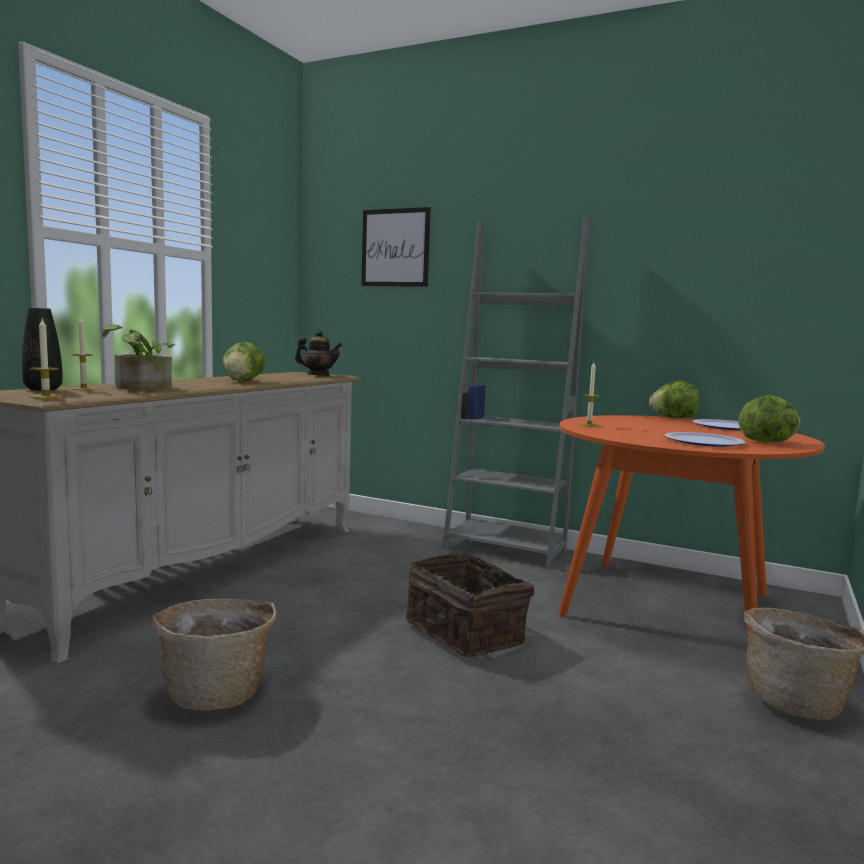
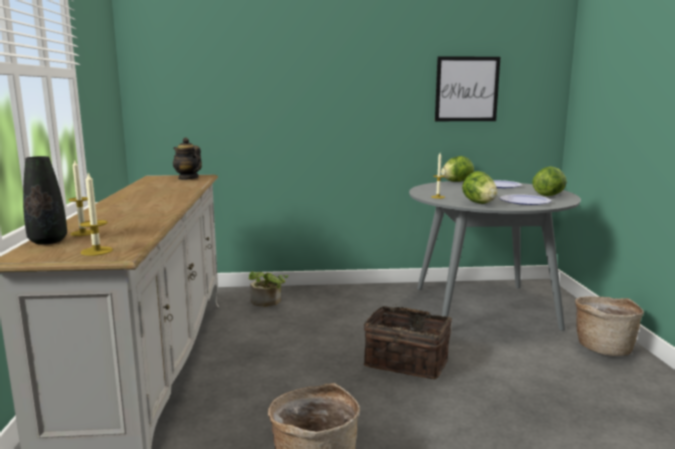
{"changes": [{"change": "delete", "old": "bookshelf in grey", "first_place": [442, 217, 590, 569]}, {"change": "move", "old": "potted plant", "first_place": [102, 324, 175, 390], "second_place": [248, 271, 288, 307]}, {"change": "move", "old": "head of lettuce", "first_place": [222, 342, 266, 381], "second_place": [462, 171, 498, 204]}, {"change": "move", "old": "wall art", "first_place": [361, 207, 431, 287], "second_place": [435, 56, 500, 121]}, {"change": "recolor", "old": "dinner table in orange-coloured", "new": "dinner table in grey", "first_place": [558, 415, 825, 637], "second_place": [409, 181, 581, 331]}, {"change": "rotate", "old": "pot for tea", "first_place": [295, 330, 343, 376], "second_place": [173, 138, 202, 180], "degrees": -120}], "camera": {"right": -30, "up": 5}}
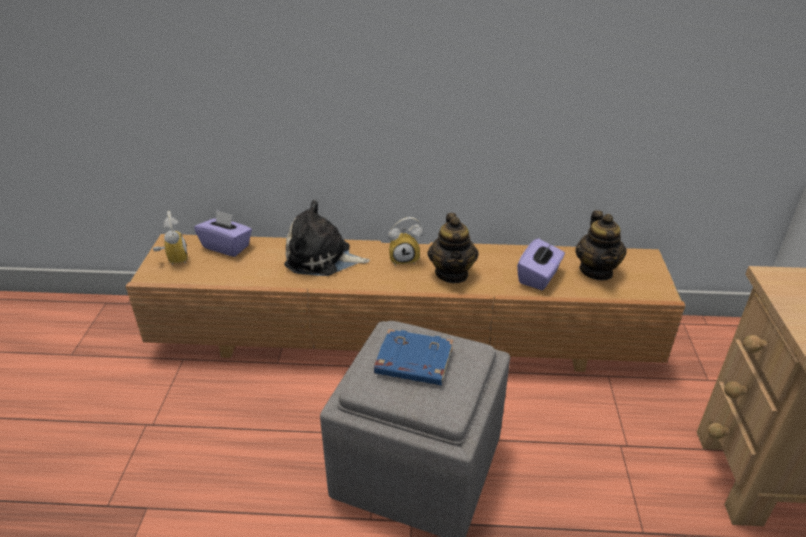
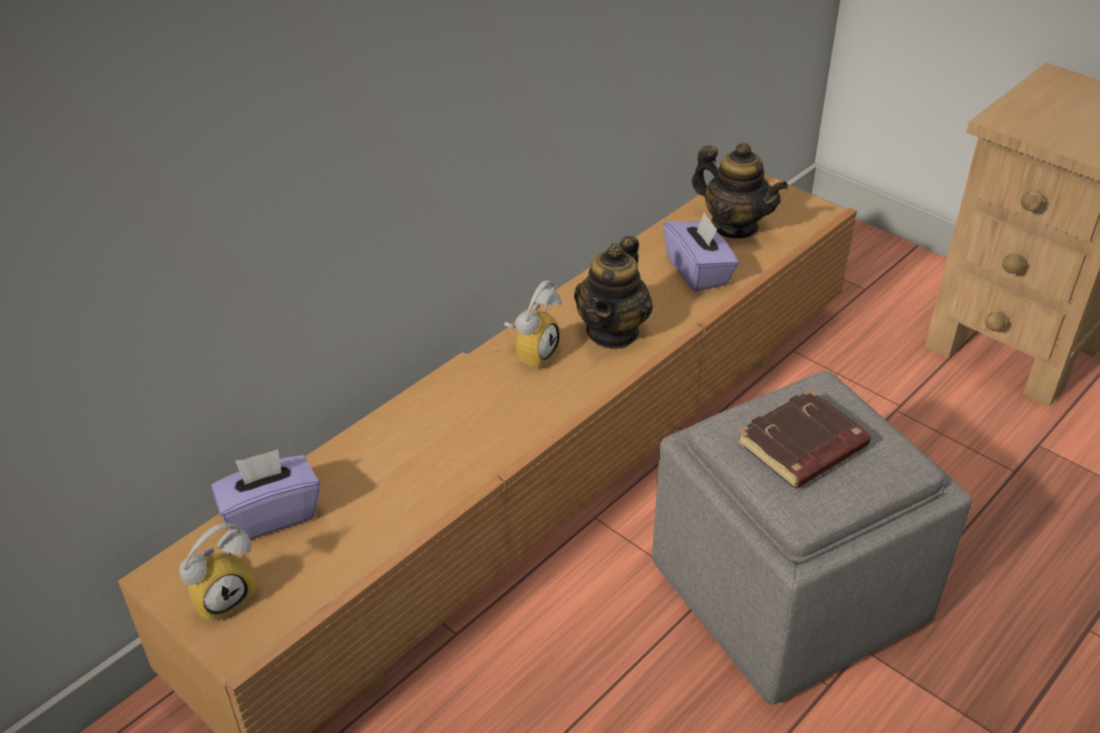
{"changes": [{"change": "delete", "old": "plush toy", "first_place": [284, 200, 370, 276]}, {"change": "recolor", "old": "bound book in blue", "new": "bound book in brown", "first_place": [374, 329, 453, 386], "second_place": [737, 389, 871, 489]}, {"change": "rotate", "old": "table clock", "first_place": [153, 211, 188, 265], "second_place": [179, 523, 256, 622], "degrees": 120}, {"change": "rotate", "old": "pot for tea", "first_place": [427, 213, 479, 283], "second_place": [574, 236, 653, 349], "degrees": 75}], "camera": {"right": -50, "up": 5}}
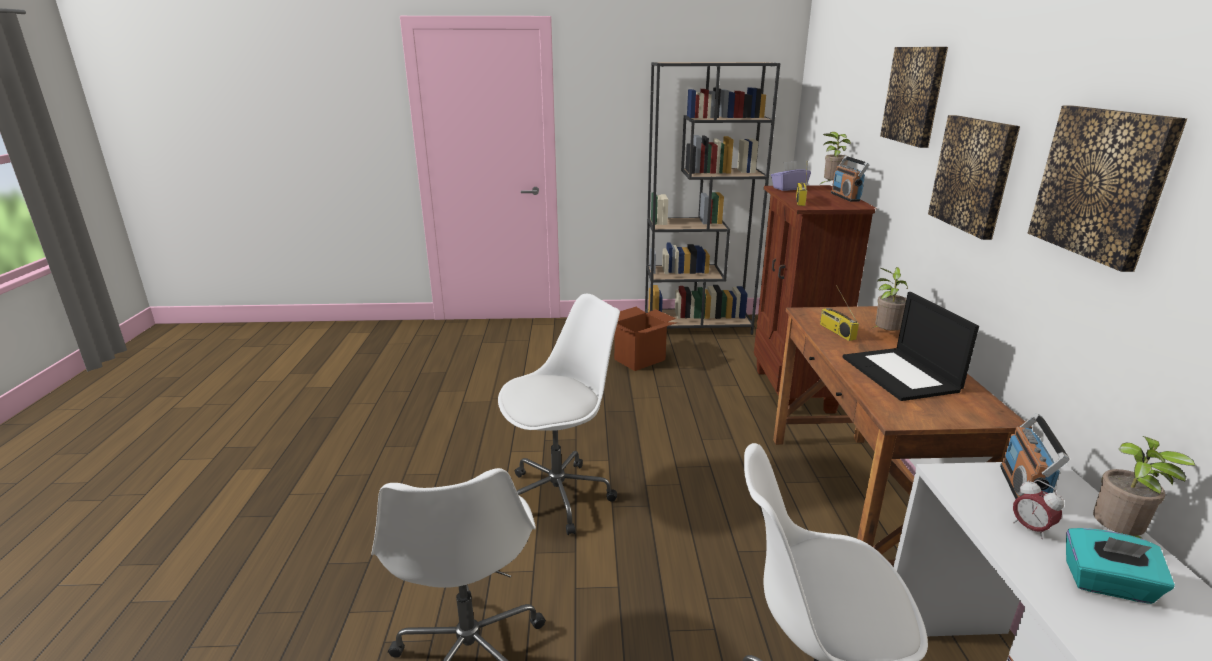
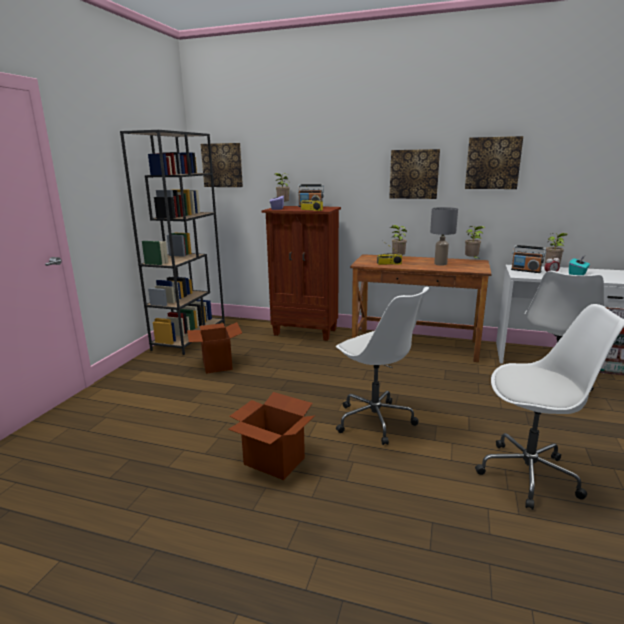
{"changes": [{"change": "insert", "new": "carton", "second_place": [228, 392, 315, 480]}, {"change": "insert", "new": "potted plant", "second_place": [465, 226, 485, 259]}, {"change": "move", "old": "wall art", "first_place": [880, 47, 948, 148], "second_place": [201, 143, 243, 187]}, {"change": "replace", "old": "notebook computer", "new": "lamp for a table in grey", "first_place": [843, 292, 979, 401], "second_place": [430, 207, 458, 266]}, {"change": "rotate", "old": "office chair in whitish", "first_place": [498, 294, 620, 535], "second_place": [336, 287, 429, 445], "degrees": 150}], "camera": {"right": -70, "up": -5}}
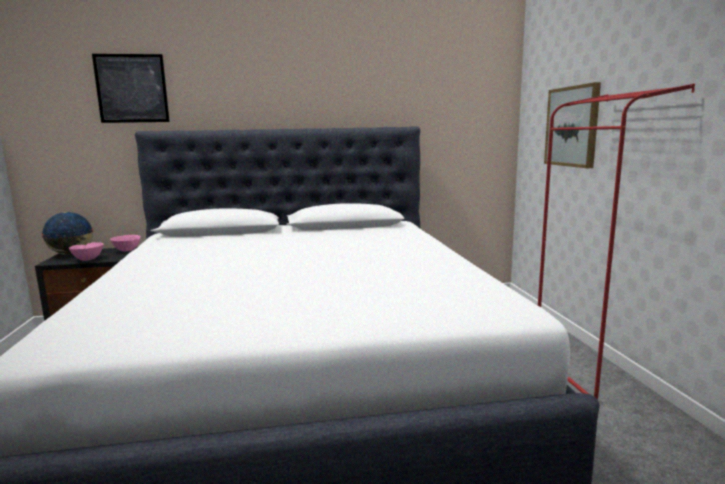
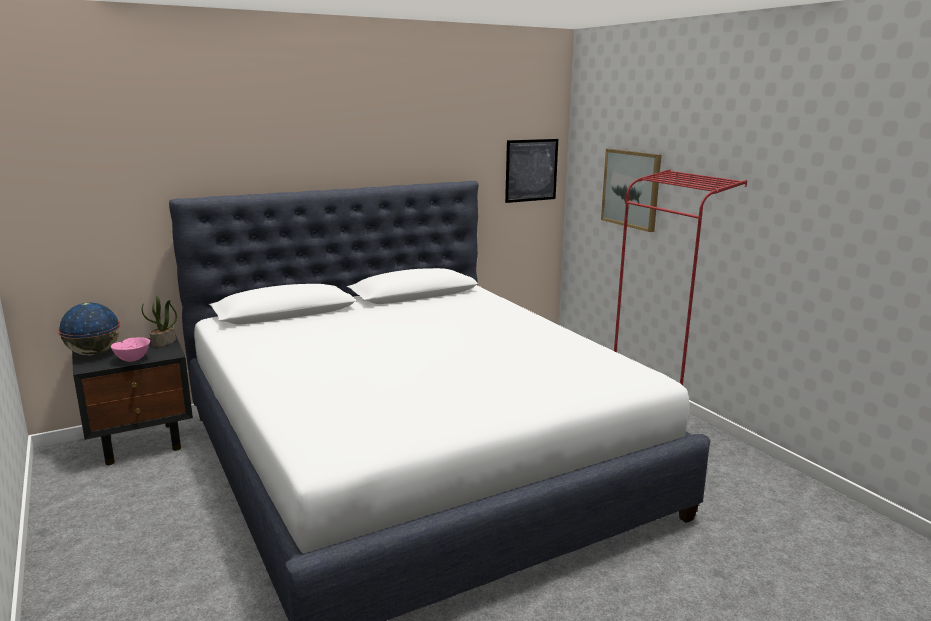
{"changes": [{"change": "move", "old": "wall art", "first_place": [92, 54, 170, 123], "second_place": [505, 139, 558, 203]}, {"change": "replace", "old": "deep dish in pinkish", "new": "potted plant", "first_place": [110, 235, 141, 251], "second_place": [142, 295, 177, 347]}], "camera": {"right": -20, "up": 5}}
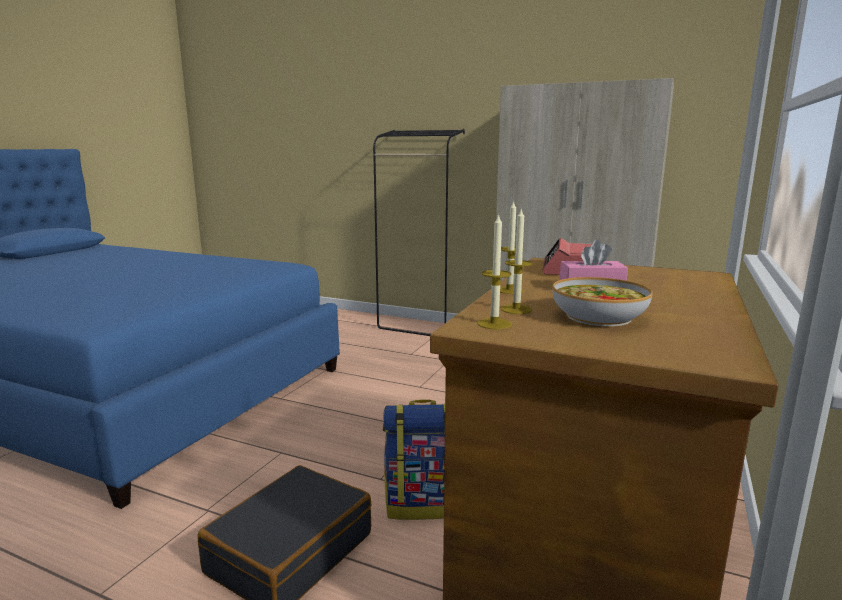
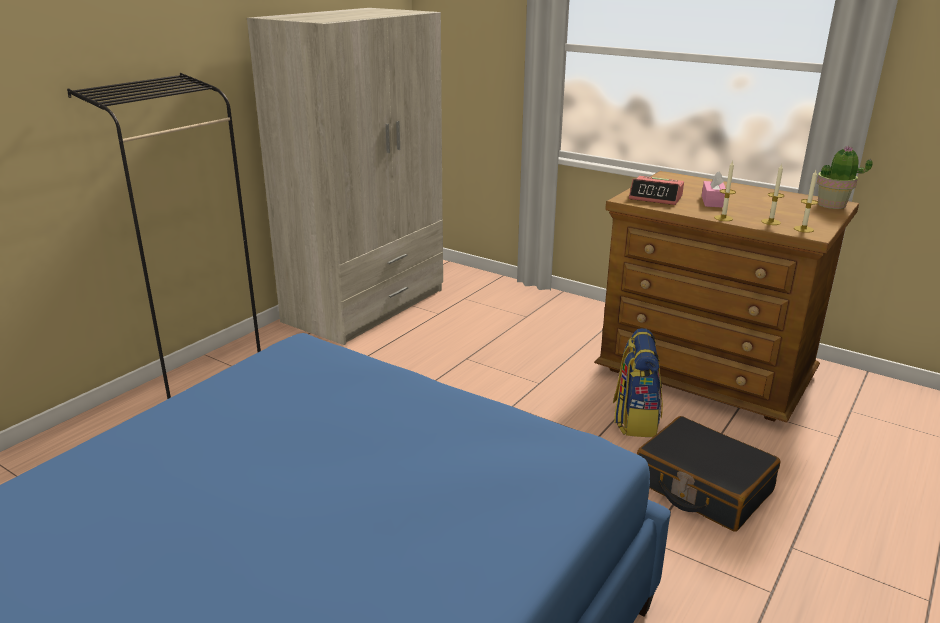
{"changes": [{"change": "delete", "old": "deep dish", "first_place": [552, 277, 652, 327]}, {"change": "insert", "new": "potted plant", "second_place": [817, 146, 873, 209]}], "camera": {"right": -80, "up": 10}}
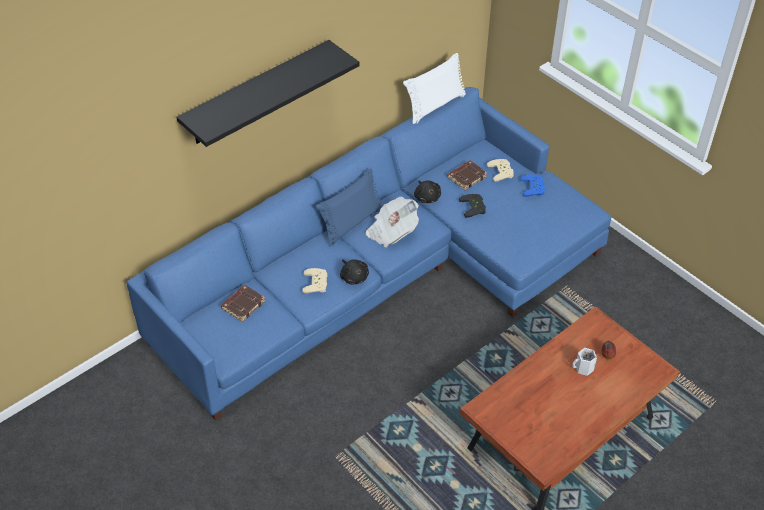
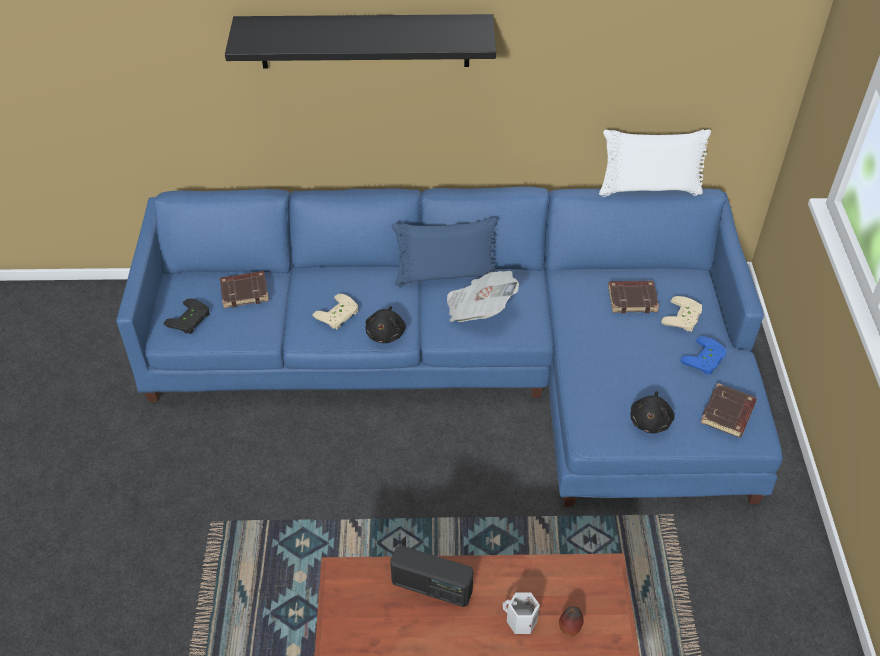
{"changes": [{"change": "insert", "new": "radio receiver", "second_place": [390, 545, 474, 607]}, {"change": "insert", "new": "bound book in brown", "second_place": [700, 383, 757, 437]}, {"change": "move", "old": "plush toy in black-coloured", "first_place": [414, 180, 441, 203], "second_place": [631, 391, 675, 433]}, {"change": "move", "old": "joypad in black-coloured", "first_place": [459, 194, 486, 218], "second_place": [164, 298, 210, 334]}], "camera": {"right": 40, "up": 0}}
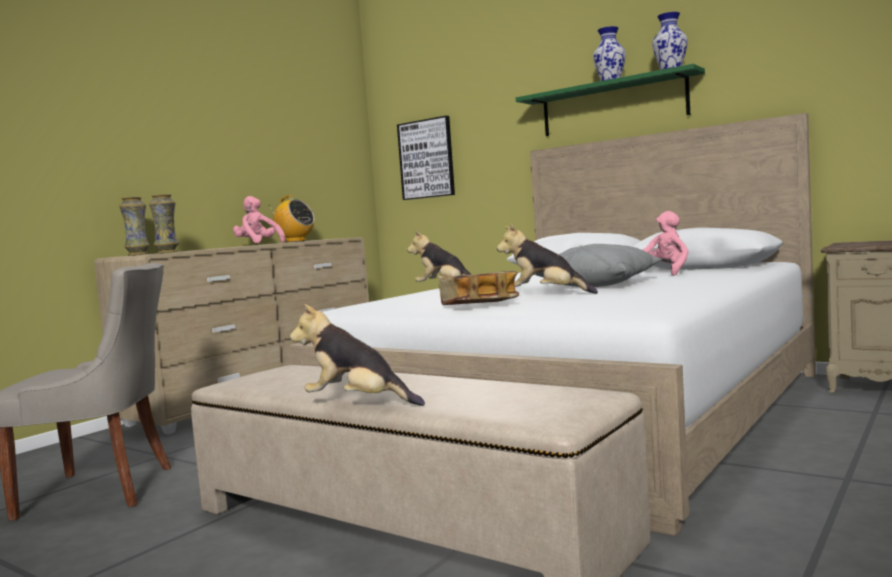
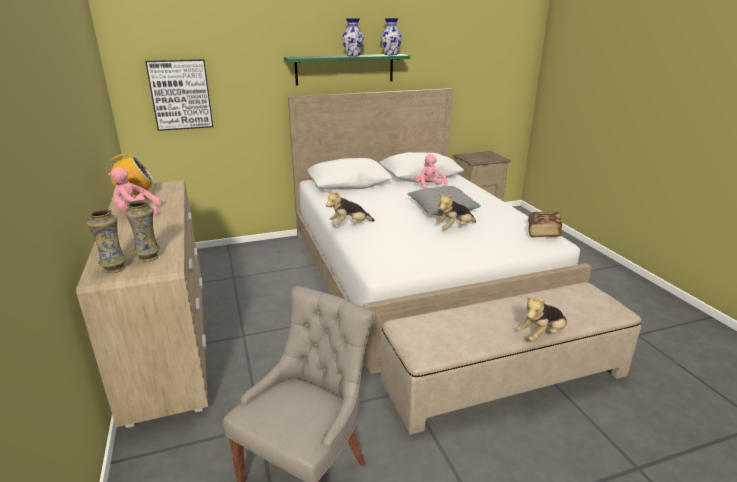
{"changes": [{"change": "move", "old": "bound book", "first_place": [439, 271, 519, 305], "second_place": [528, 212, 562, 238]}], "camera": {"right": -55, "up": 20}}
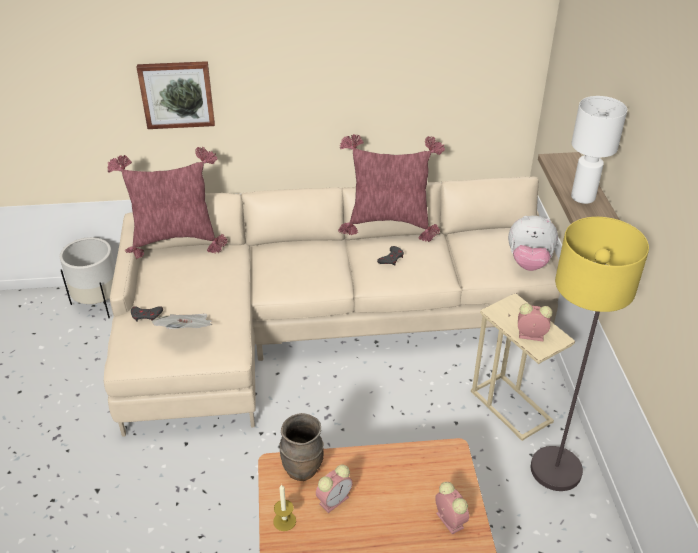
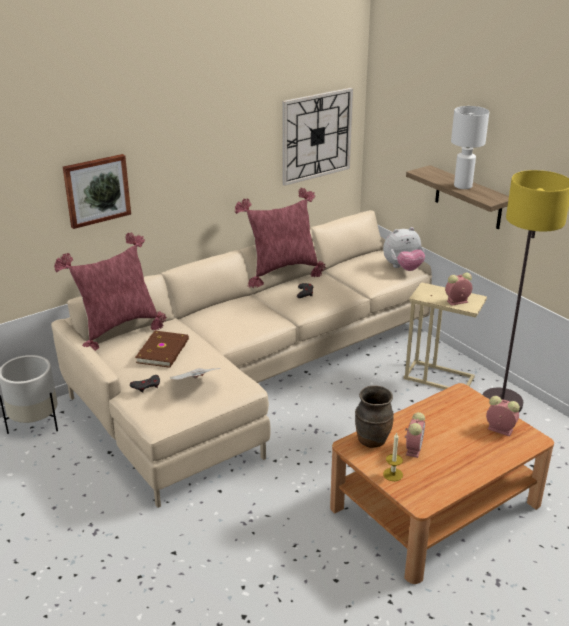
{"changes": [{"change": "insert", "new": "bound book in brown", "second_place": [135, 331, 189, 368]}, {"change": "insert", "new": "hanging clock", "second_place": [282, 88, 353, 186]}], "camera": {"right": -30, "up": -10}}
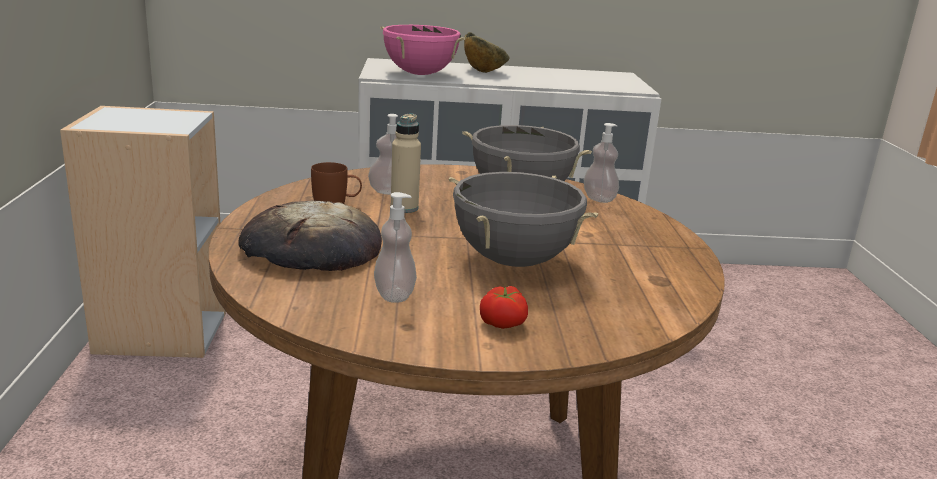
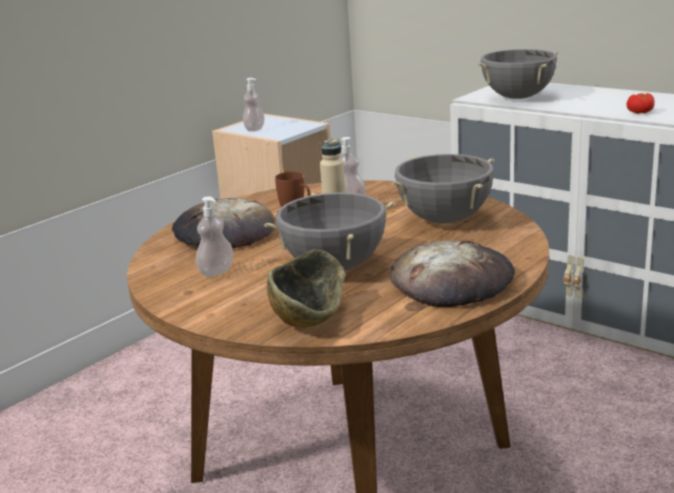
{"changes": [{"change": "insert", "new": "bakery bread", "second_place": [390, 240, 515, 307]}, {"change": "move", "old": "deep dish", "first_place": [464, 32, 510, 73], "second_place": [267, 249, 345, 328]}, {"change": "move", "old": "whole tomato", "first_place": [480, 286, 528, 329], "second_place": [627, 93, 655, 114]}, {"change": "move", "old": "liquid soap bottle", "first_place": [584, 123, 619, 203], "second_place": [243, 78, 265, 131]}, {"change": "recolor", "old": "cooking pot in pinkish", "new": "cooking pot in grey", "first_place": [380, 25, 466, 75], "second_place": [477, 49, 558, 99]}], "camera": {"right": 45, "up": 0}}
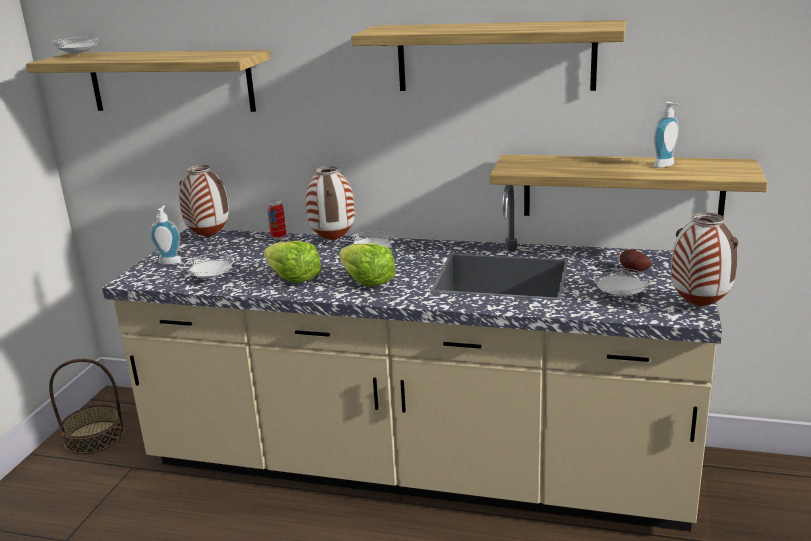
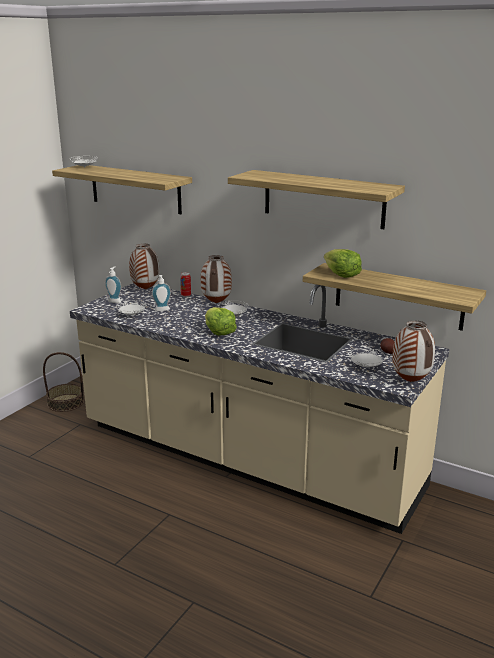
{"changes": [{"change": "move", "old": "head of lettuce", "first_place": [264, 241, 322, 283], "second_place": [324, 249, 362, 278]}, {"change": "move", "old": "liquid soap bottle", "first_place": [654, 102, 680, 168], "second_place": [152, 275, 171, 311]}], "camera": {"right": 15, "up": 0}}
